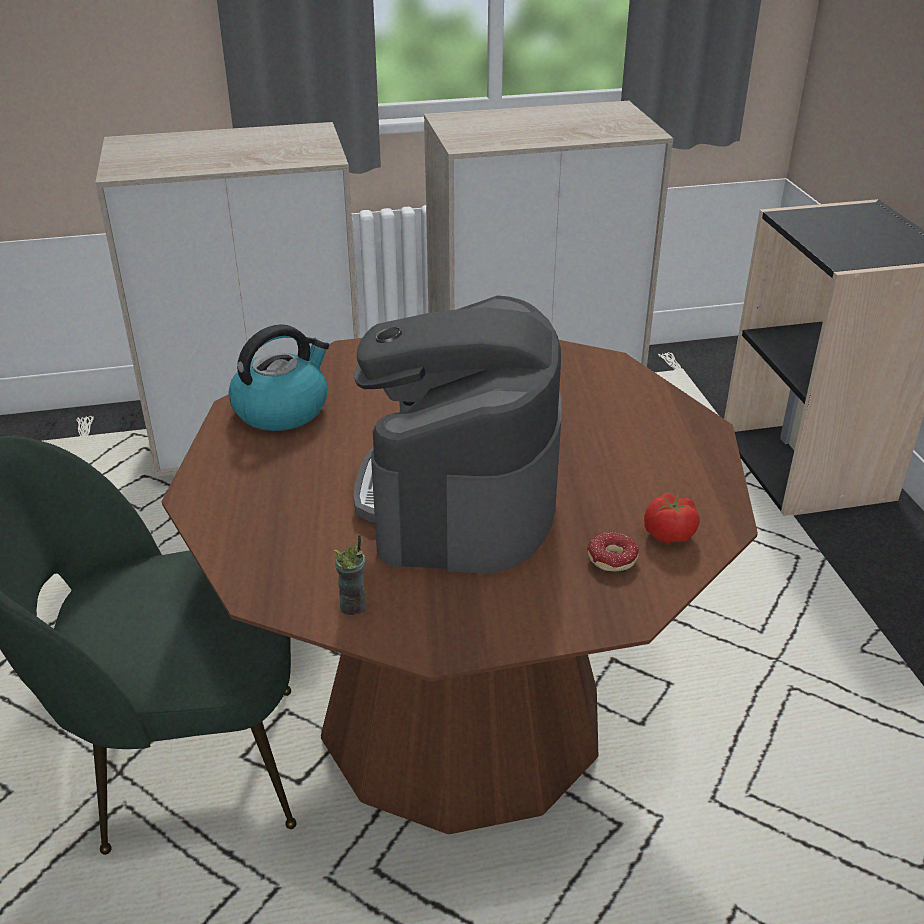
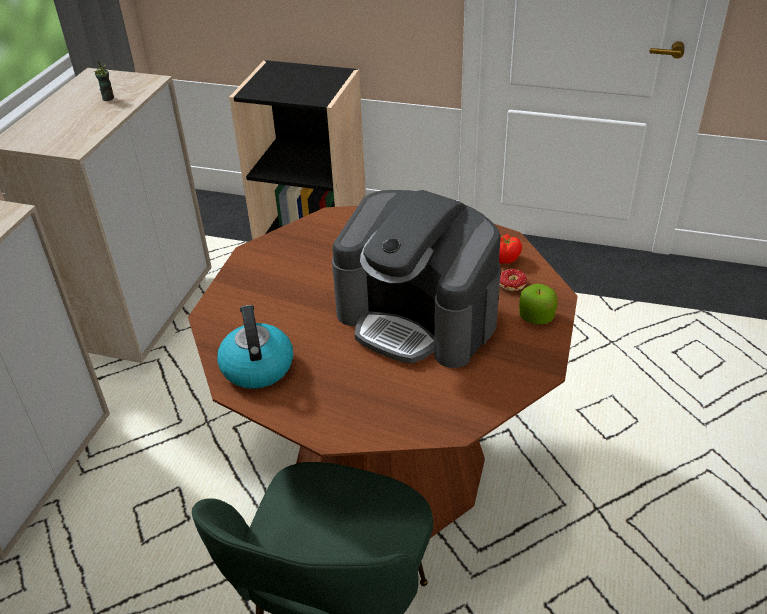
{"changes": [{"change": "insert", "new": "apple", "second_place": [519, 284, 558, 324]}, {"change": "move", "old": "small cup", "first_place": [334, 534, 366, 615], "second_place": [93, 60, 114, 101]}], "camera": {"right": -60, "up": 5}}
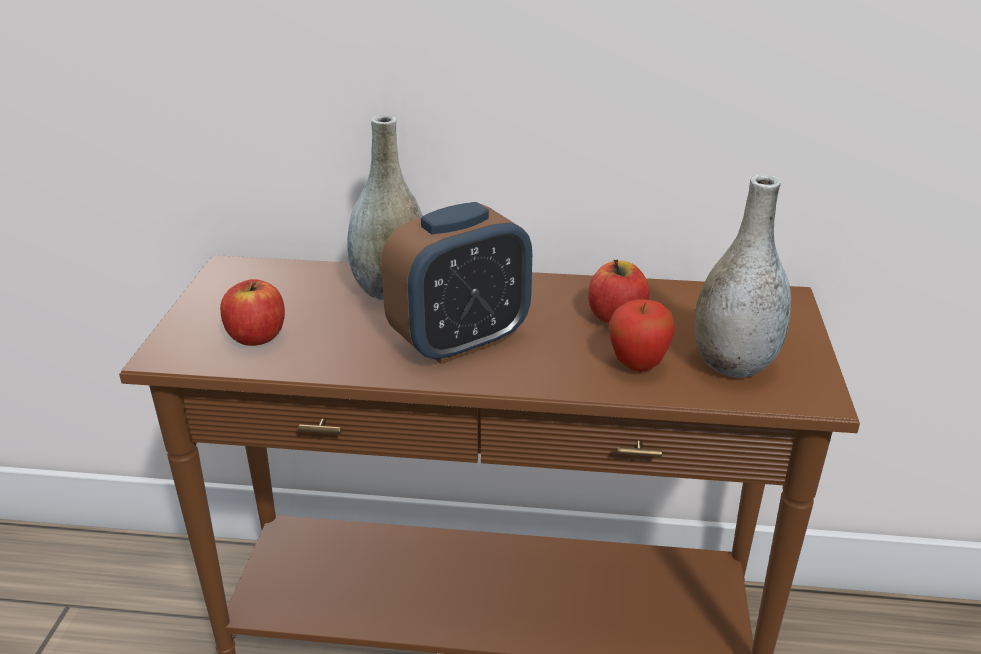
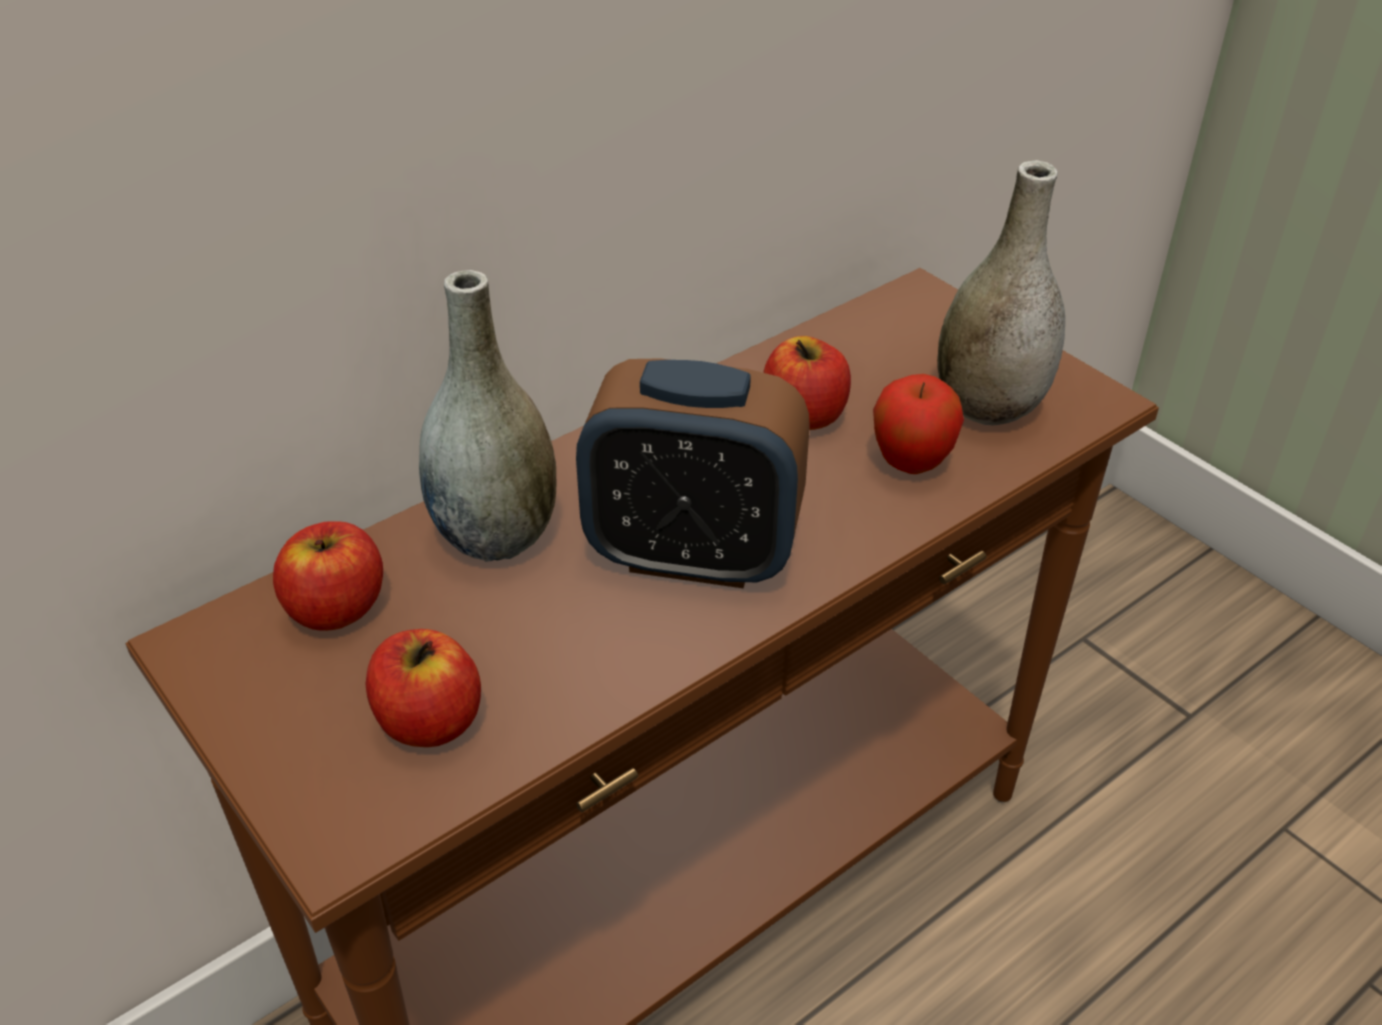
{"changes": [{"change": "insert", "new": "apple", "second_place": [273, 521, 383, 631]}, {"change": "rotate", "old": "table clock", "first_place": [381, 202, 532, 364], "second_place": [576, 358, 810, 588], "degrees": 90}], "camera": {"right": -45, "up": 10}}
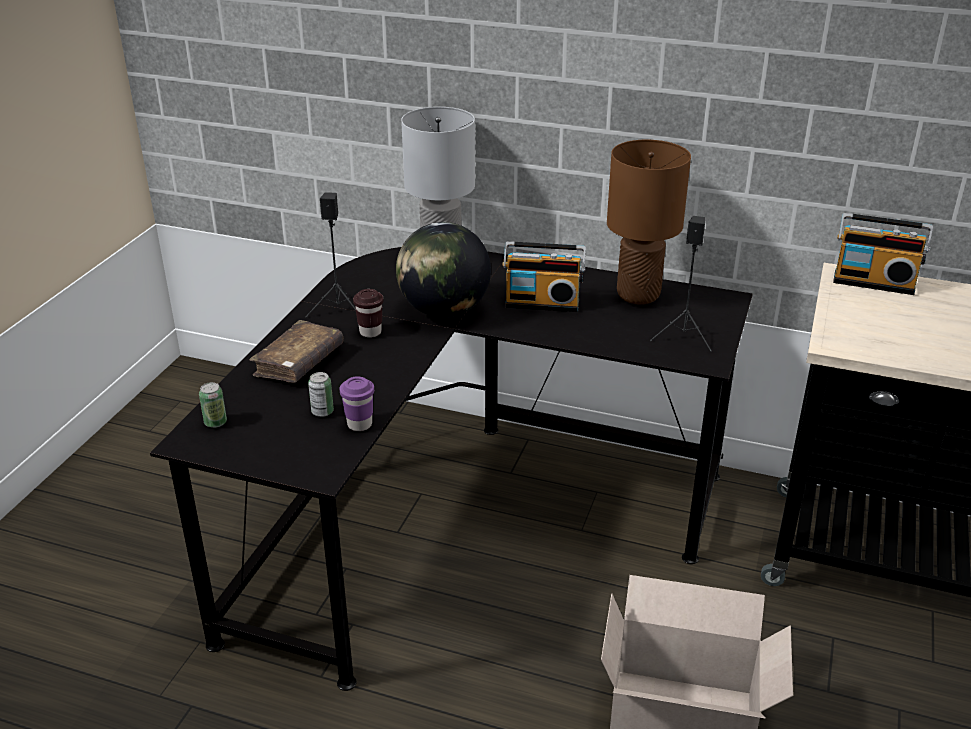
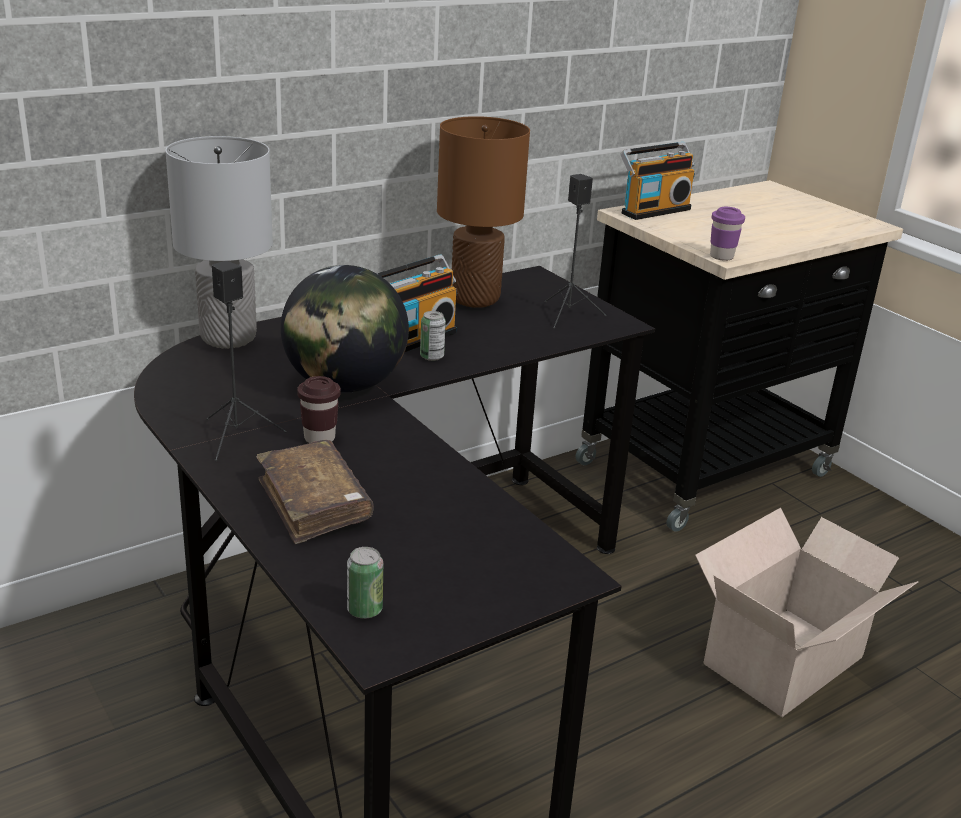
{"changes": [{"change": "move", "old": "can", "first_place": [308, 372, 334, 417], "second_place": [420, 311, 446, 361]}, {"change": "move", "old": "small cup in purple", "first_place": [340, 376, 374, 431], "second_place": [710, 207, 745, 261]}], "camera": {"right": -55, "up": -5}}
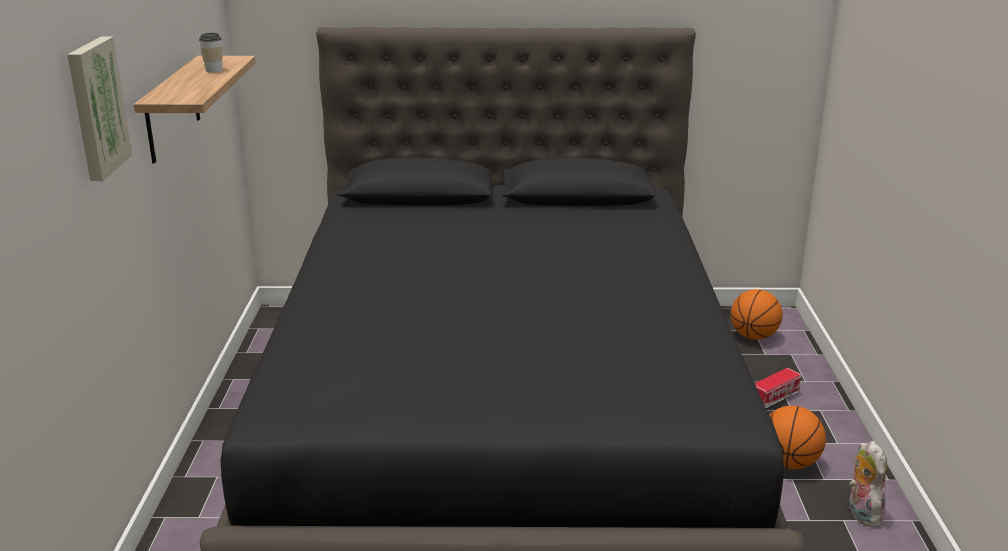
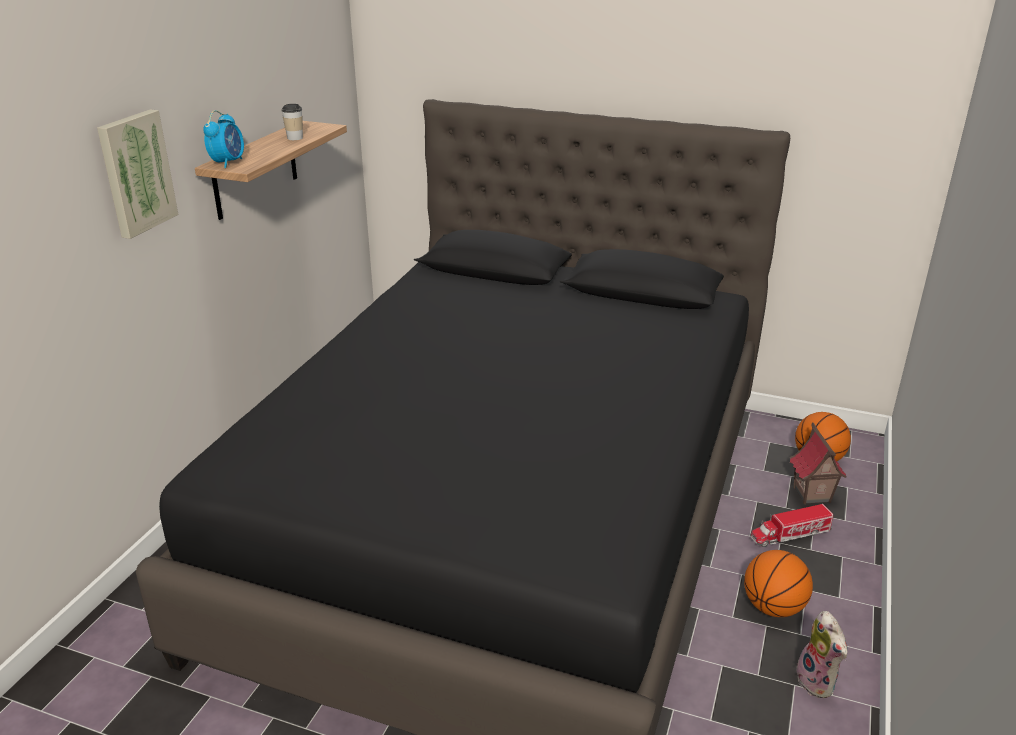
{"changes": [{"change": "insert", "new": "table clock", "second_place": [203, 110, 244, 168]}, {"change": "insert", "new": "toy house", "second_place": [790, 422, 847, 504]}, {"change": "rotate", "old": "plush toy", "first_place": [849, 441, 887, 527], "second_place": [796, 611, 848, 698], "degrees": 150}], "camera": {"right": 20, "up": 5}}
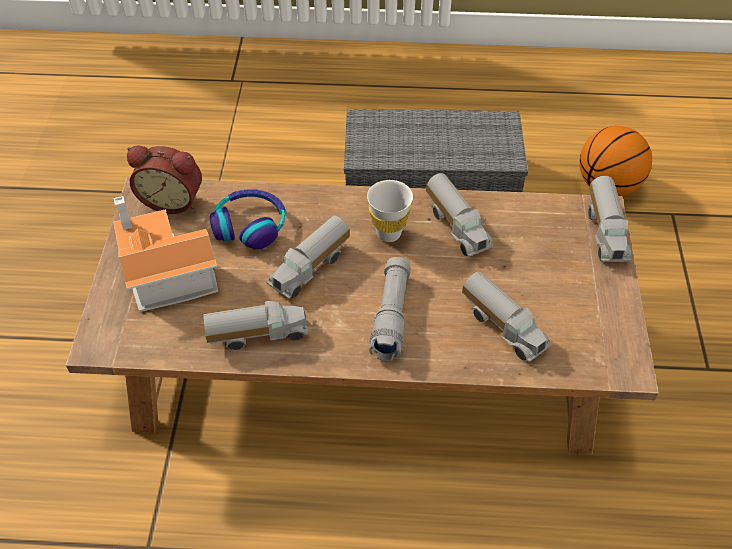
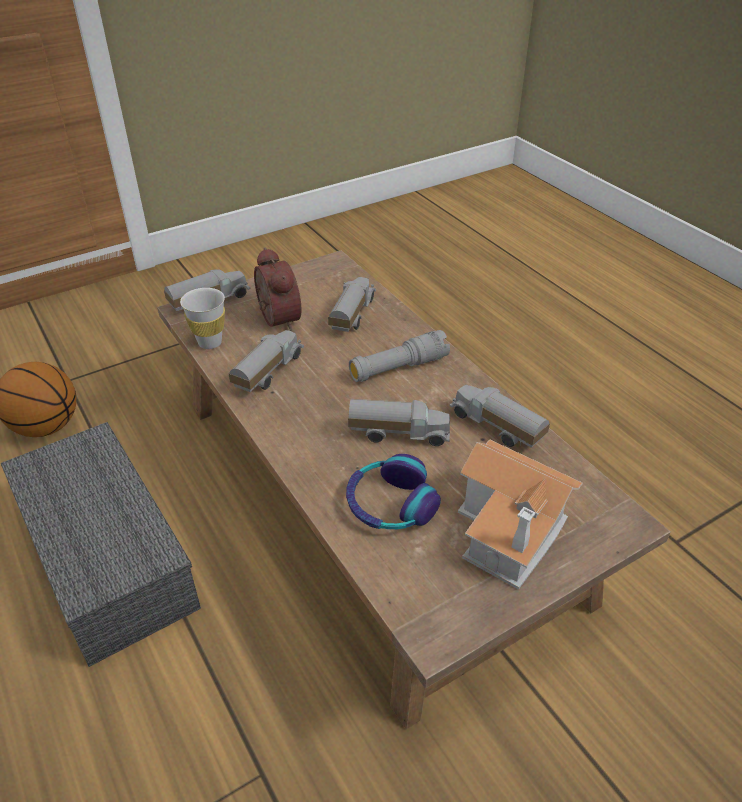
{"changes": [{"change": "move", "old": "table clock", "first_place": [127, 146, 202, 214], "second_place": [254, 247, 301, 331]}, {"change": "move", "old": "small cup in whitish", "first_place": [367, 180, 413, 242], "second_place": [180, 288, 225, 349]}], "camera": {"right": -125, "up": -10}}
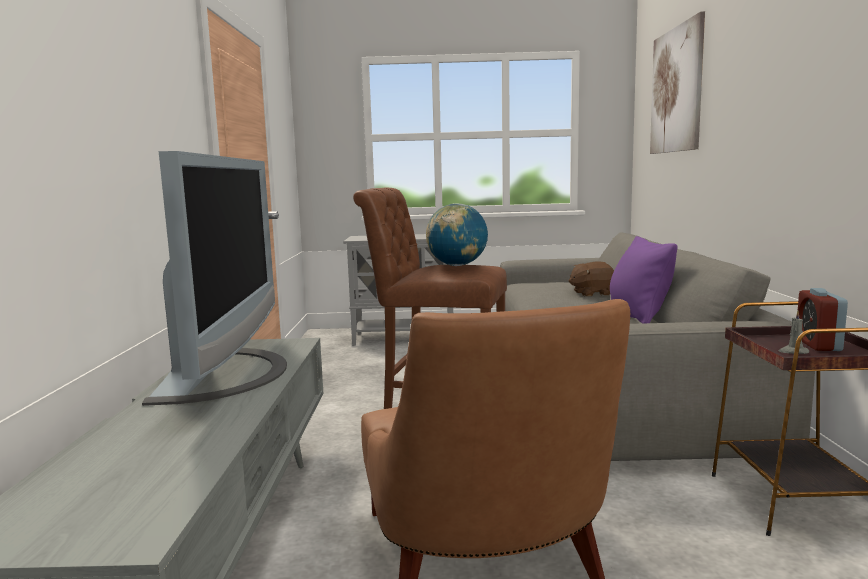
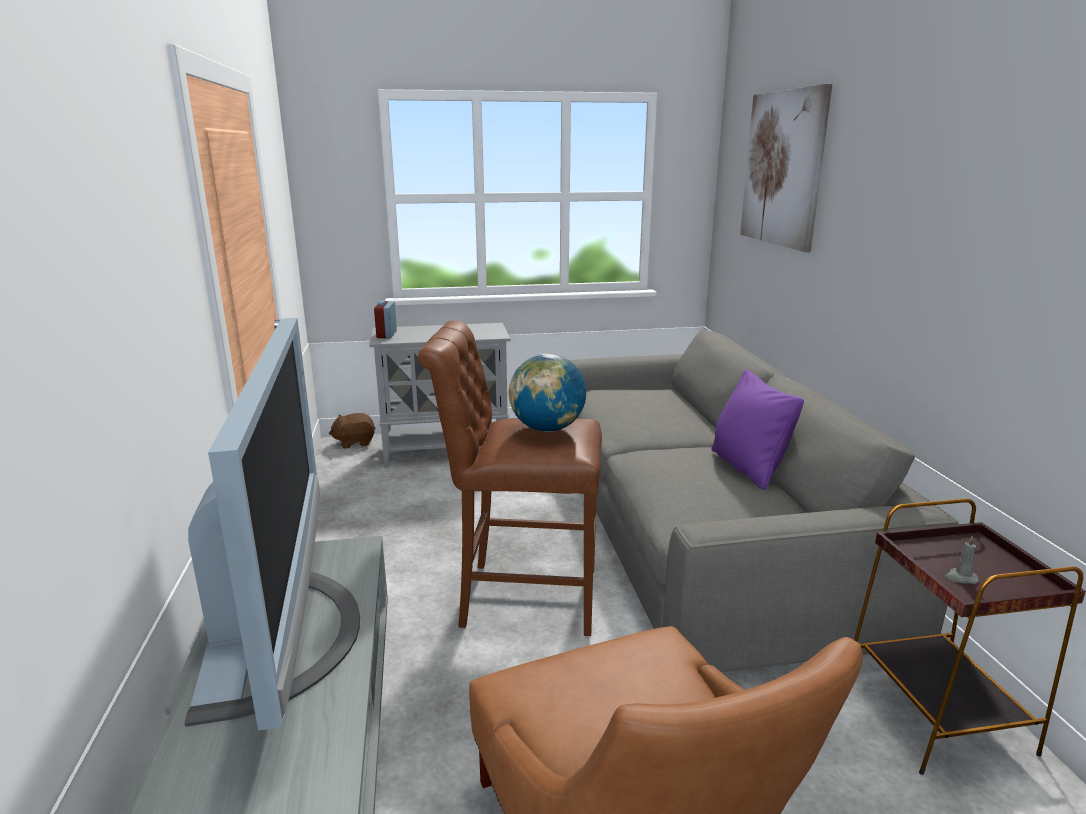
{"changes": [{"change": "move", "old": "plush toy in brown", "first_place": [569, 262, 614, 297], "second_place": [329, 413, 376, 449]}, {"change": "move", "old": "table clock", "first_place": [798, 288, 848, 351], "second_place": [374, 300, 397, 338]}], "camera": {"right": -10, "up": 10}}
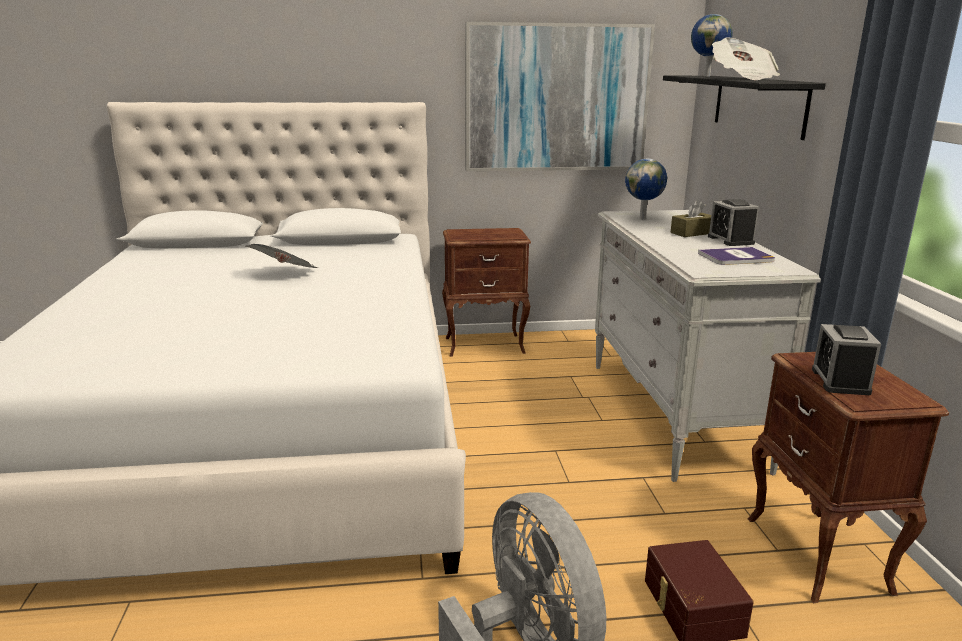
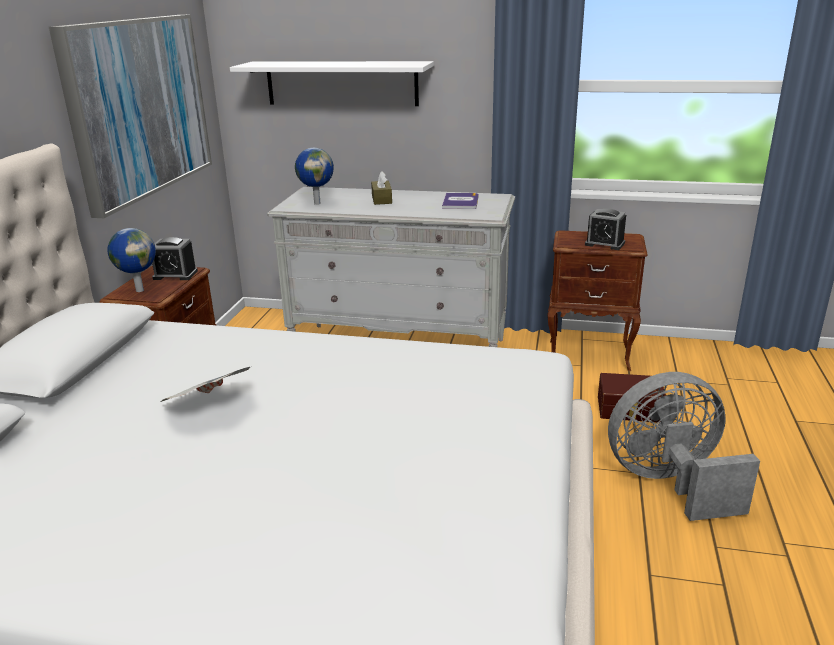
{"changes": [{"change": "delete", "old": "printed paper", "first_place": [712, 37, 780, 80]}, {"change": "move", "old": "desk globe", "first_place": [691, 14, 733, 76], "second_place": [107, 228, 156, 292]}, {"change": "move", "old": "table clock", "first_place": [708, 199, 759, 246], "second_place": [152, 237, 198, 280]}, {"change": "recolor", "old": "wall shelf in black-coloured", "new": "wall shelf in whitish", "first_place": [663, 75, 826, 140], "second_place": [230, 61, 434, 106]}], "camera": {"right": -70, "up": 5}}
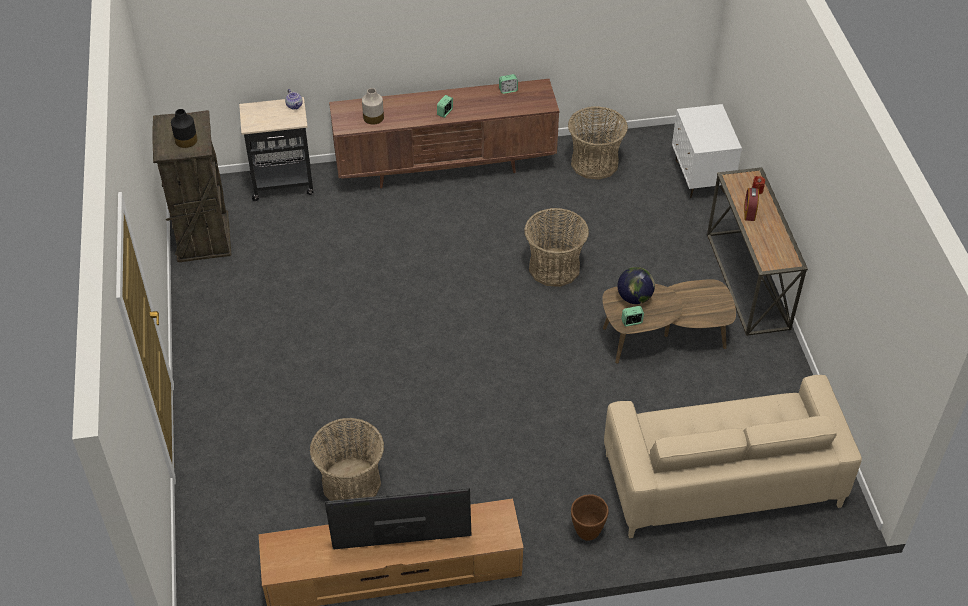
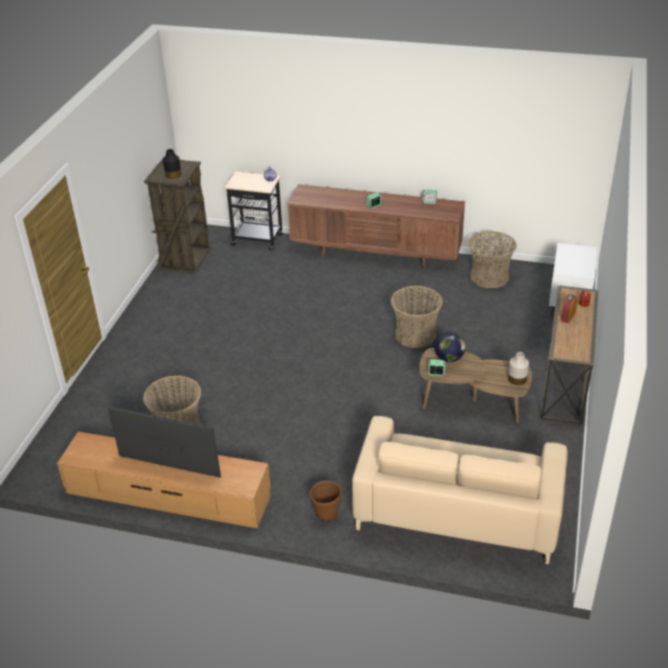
{"changes": [{"change": "move", "old": "vase in beige", "first_place": [362, 88, 384, 125], "second_place": [508, 352, 529, 385]}], "camera": {"right": 25, "up": -10}}
